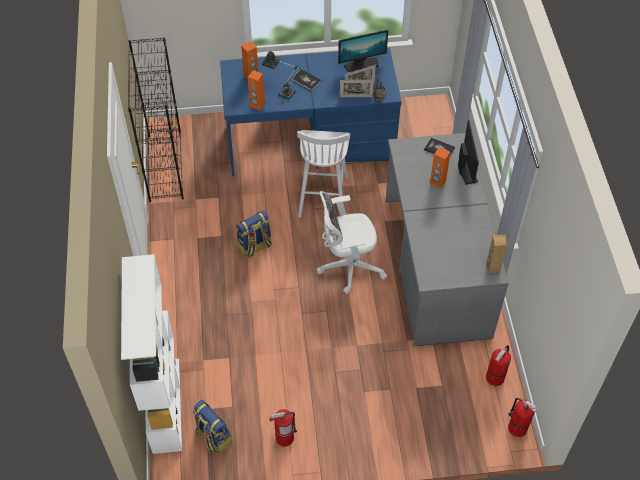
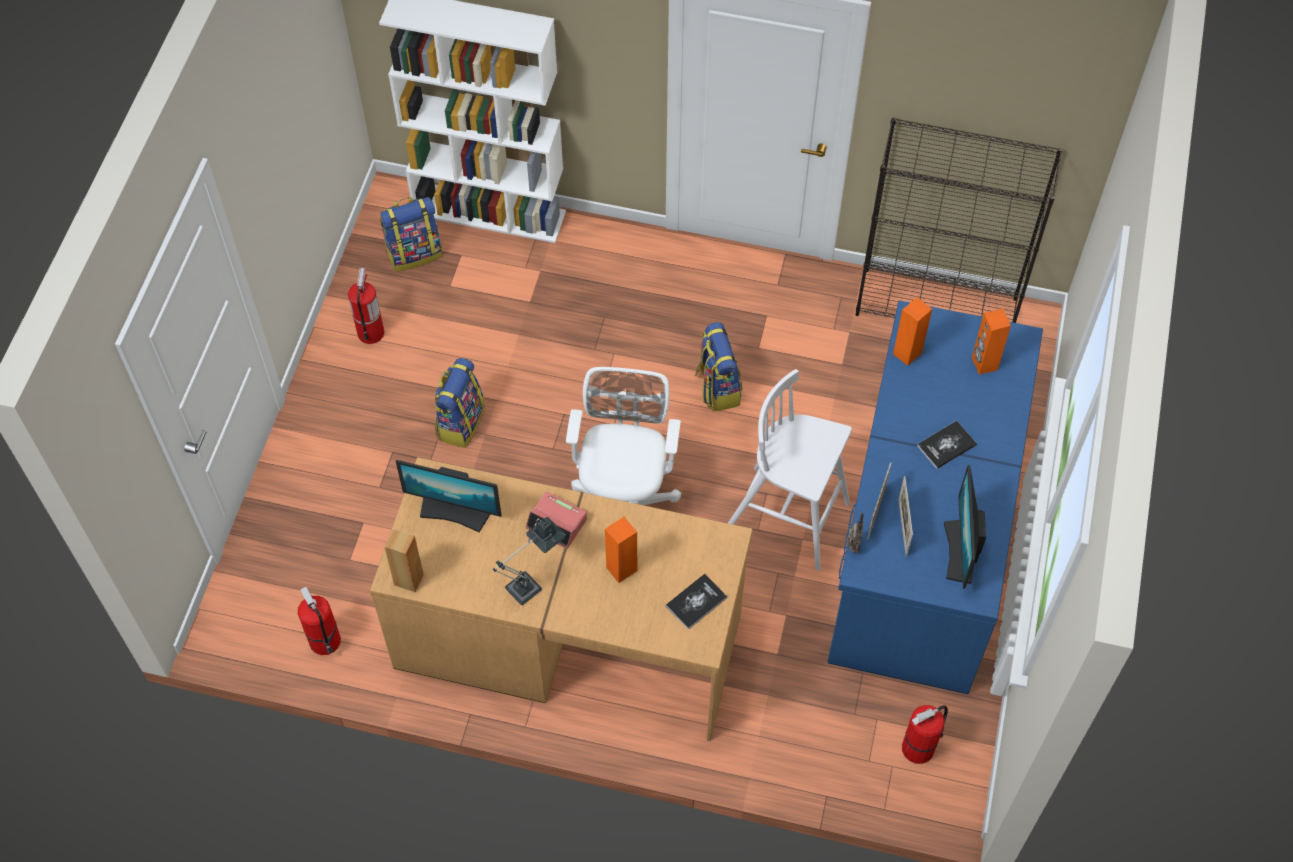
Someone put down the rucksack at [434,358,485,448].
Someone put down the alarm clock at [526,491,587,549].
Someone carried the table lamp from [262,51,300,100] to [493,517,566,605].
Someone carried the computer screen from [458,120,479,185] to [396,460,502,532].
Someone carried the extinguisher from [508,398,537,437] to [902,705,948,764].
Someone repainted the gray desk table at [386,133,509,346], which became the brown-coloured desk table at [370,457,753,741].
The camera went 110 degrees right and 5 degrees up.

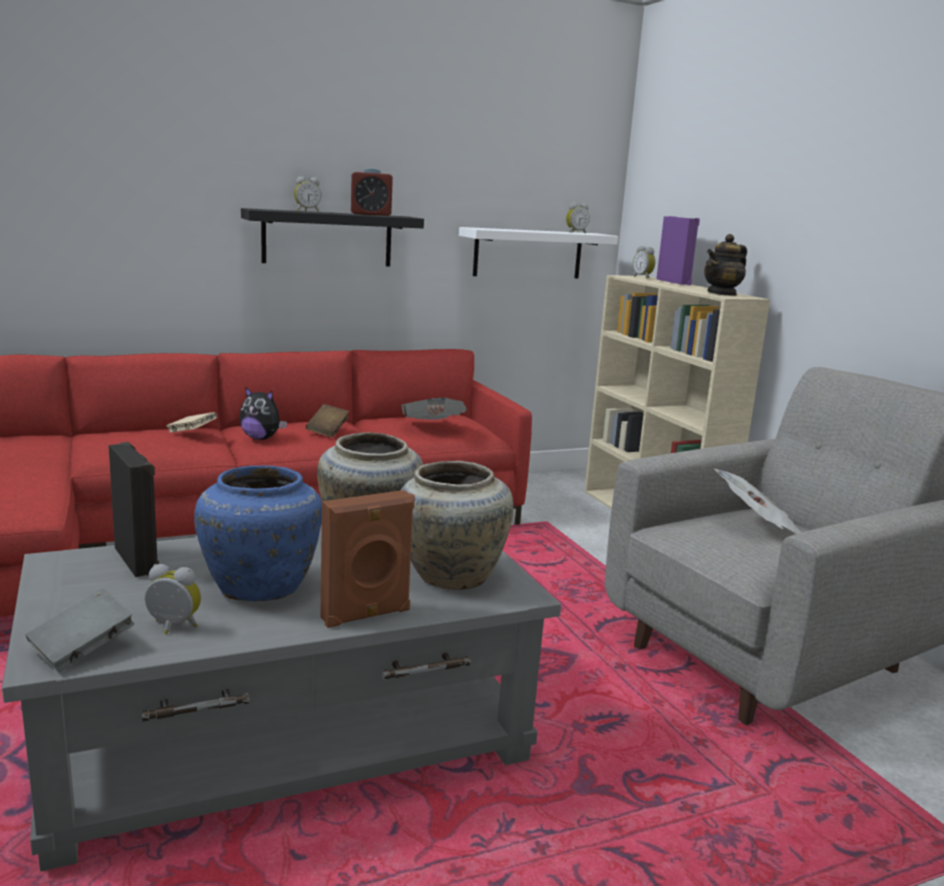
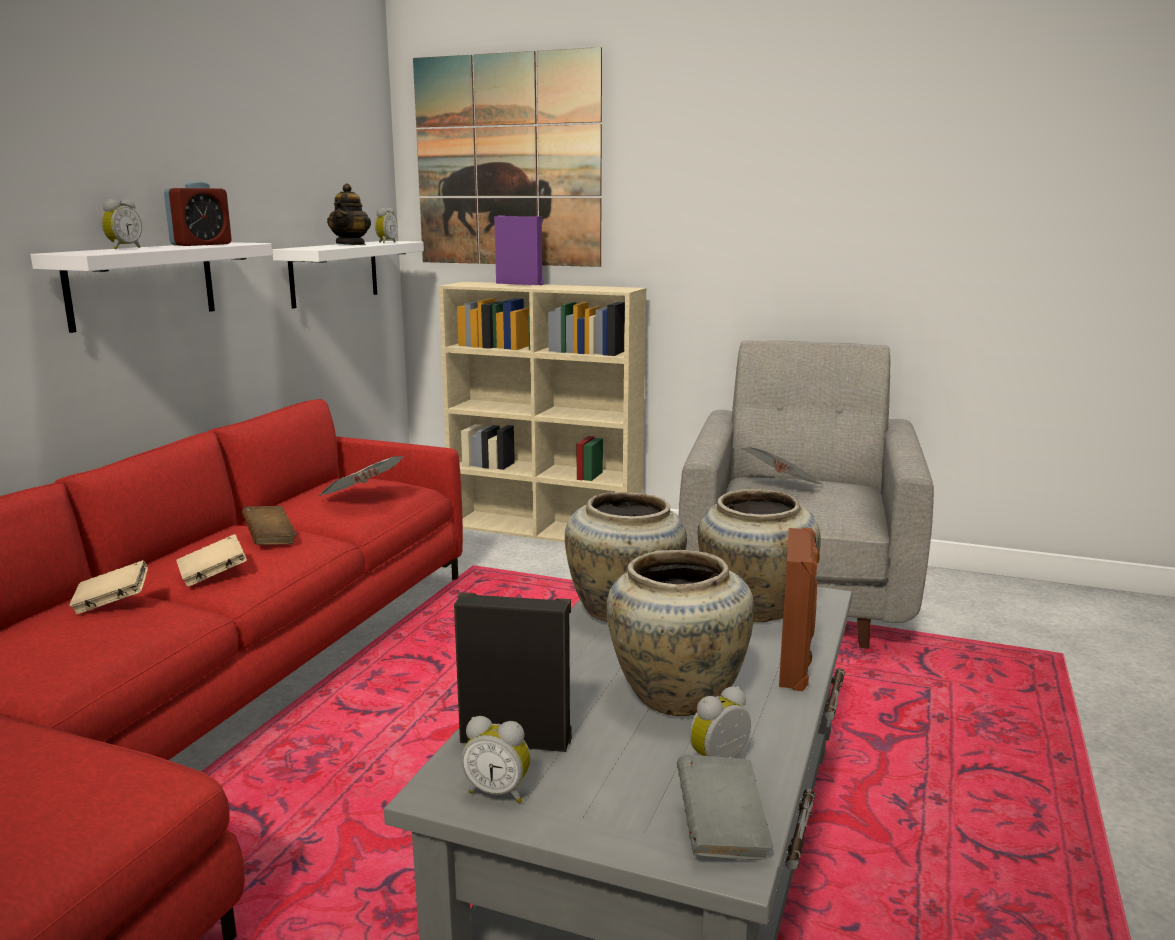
Someone put up the wall picture at [413,47,602,267].
Someone carried the alarm clock from [633,246,656,279] to [461,716,531,803].
Someone carried the teapot from [704,234,747,296] to [327,184,371,245].
Someone swapped the soft toy at [239,387,287,440] for the beige volume at [176,534,247,587].
Someone repainted the bluish flower vase at [194,465,322,601], which became the beige flower vase at [606,550,754,716].
Someone repainted the blackish shelf at [241,208,424,266], which became the white-coloured shelf at [31,242,272,333].
The camera went 45 degrees left and 0 degrees up.

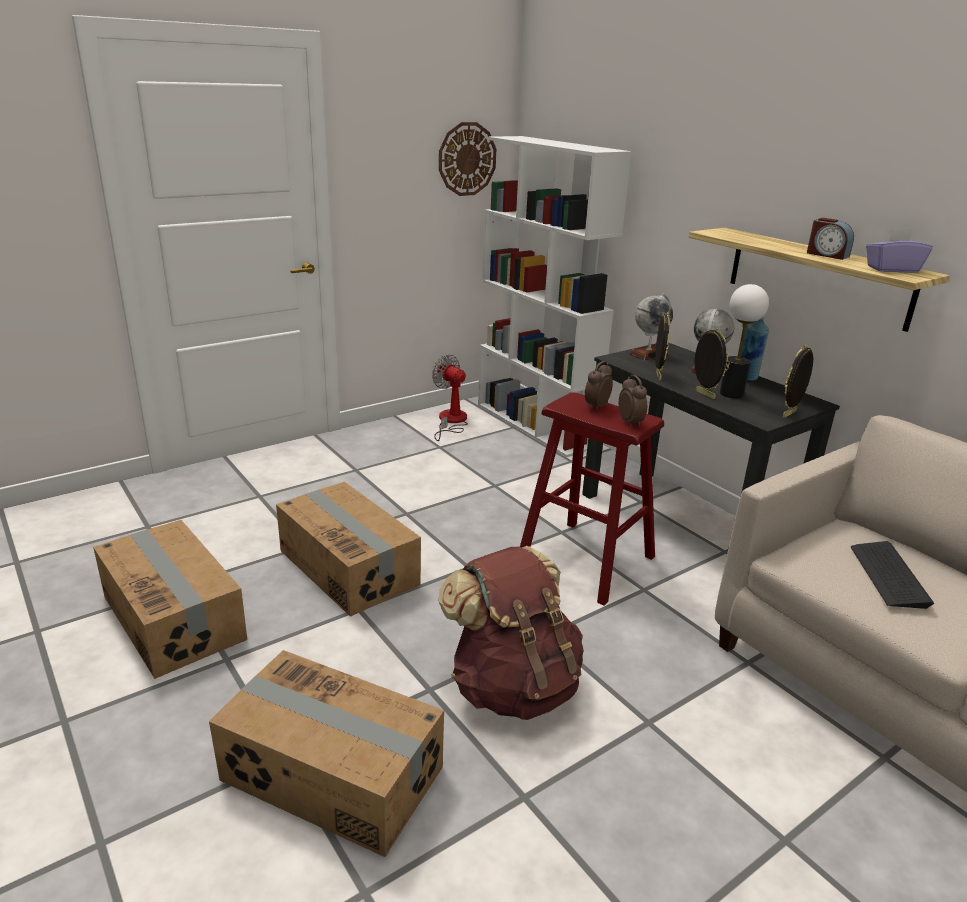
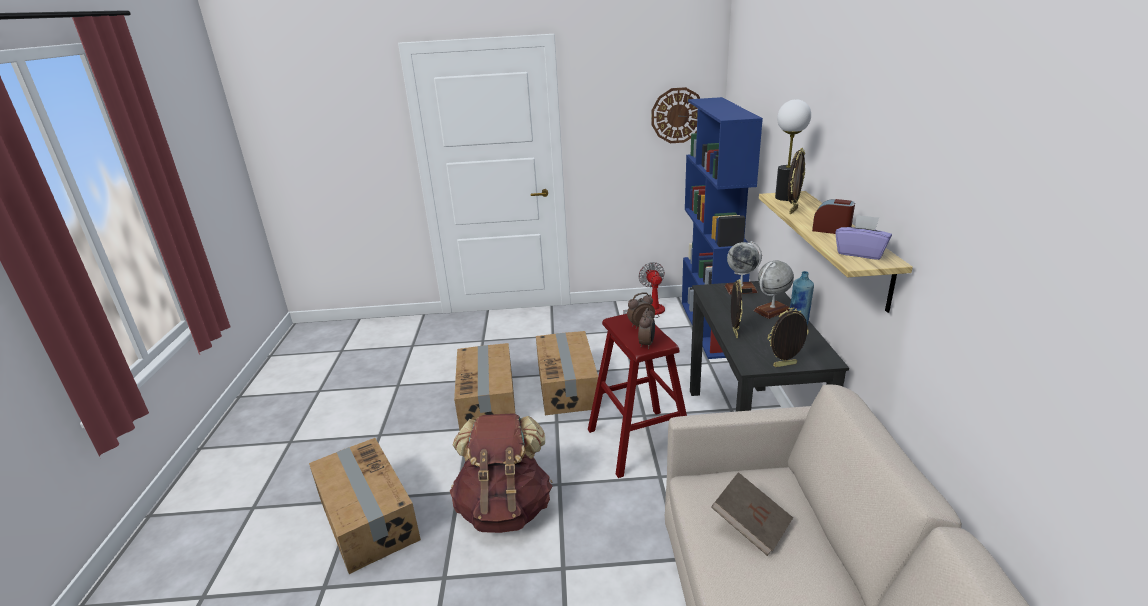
Someone carried the cardboard box from [93,520,247,679] to [536,331,598,415].
Someone carried the standing frame from [655,312,670,380] to [788,148,805,214].
Someone carried the table lamp from [720,284,769,399] to [775,99,811,201].
Someone swapped the computer keyboard at [851,541,935,609] for the brown-coloured volume at [711,472,793,556].
Someone repainted the white-coloured bookshelf at [478,136,632,458], which became the bluish bookshelf at [682,97,763,359].
Someone rotated the alarm clock at [807,218,854,260] by 135 degrees clockwise.
The camera went 35 degrees right and 0 degrees up.

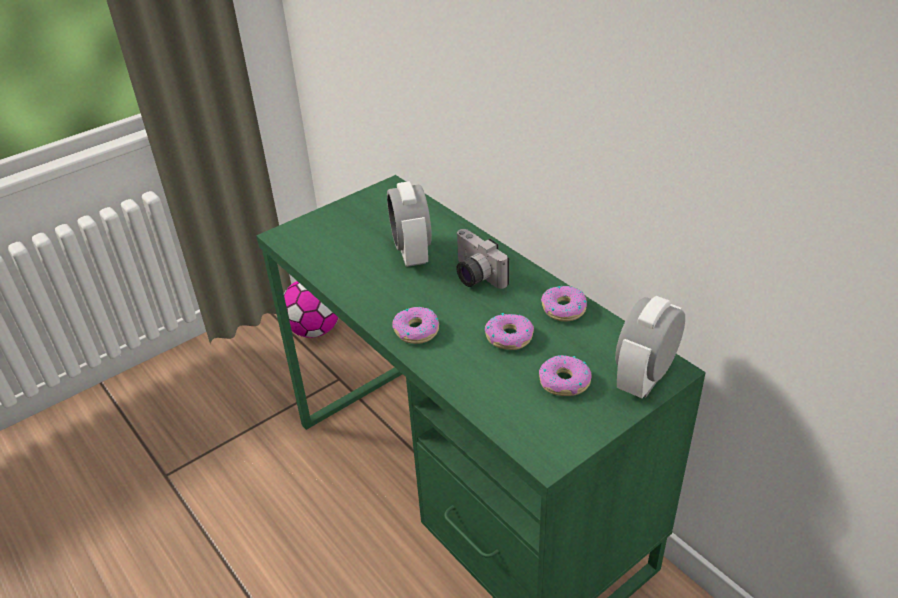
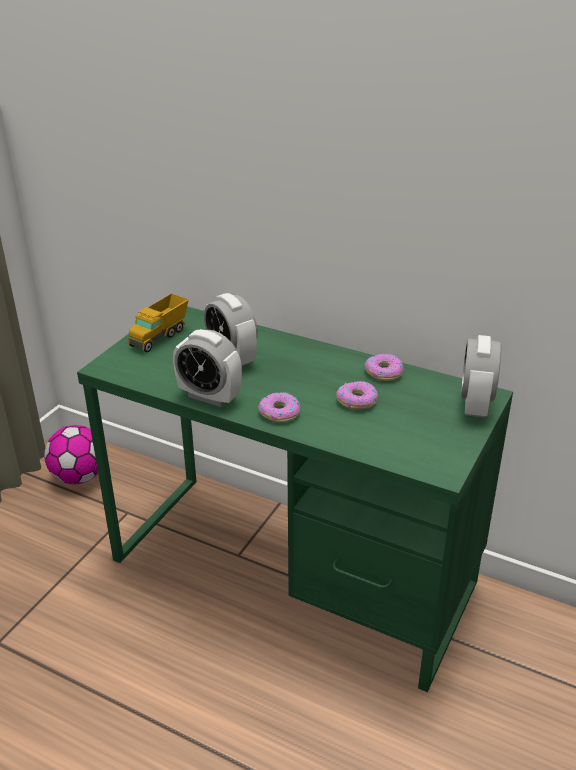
Someone took away the still camera at [456,229,509,289].
Someone took away the doughnut at [539,355,591,396].
Someone put down the model truck at [128,294,189,352].
Someone put down the alarm clock at [173,329,242,407].
The camera went 25 degrees left and 5 degrees down.

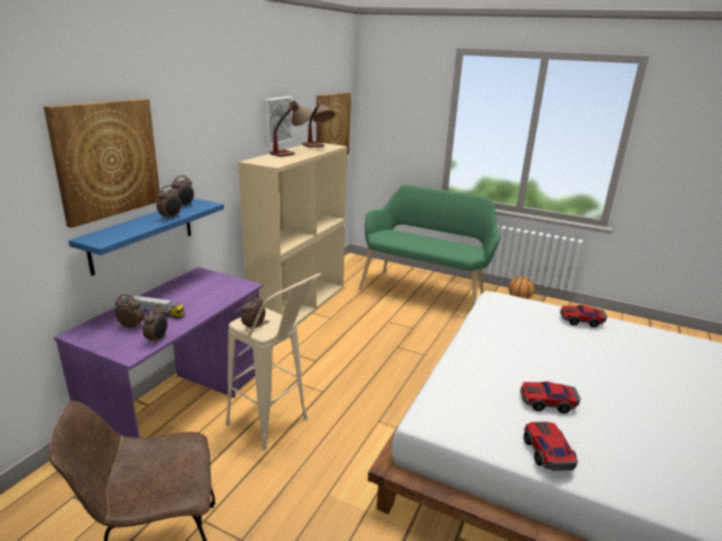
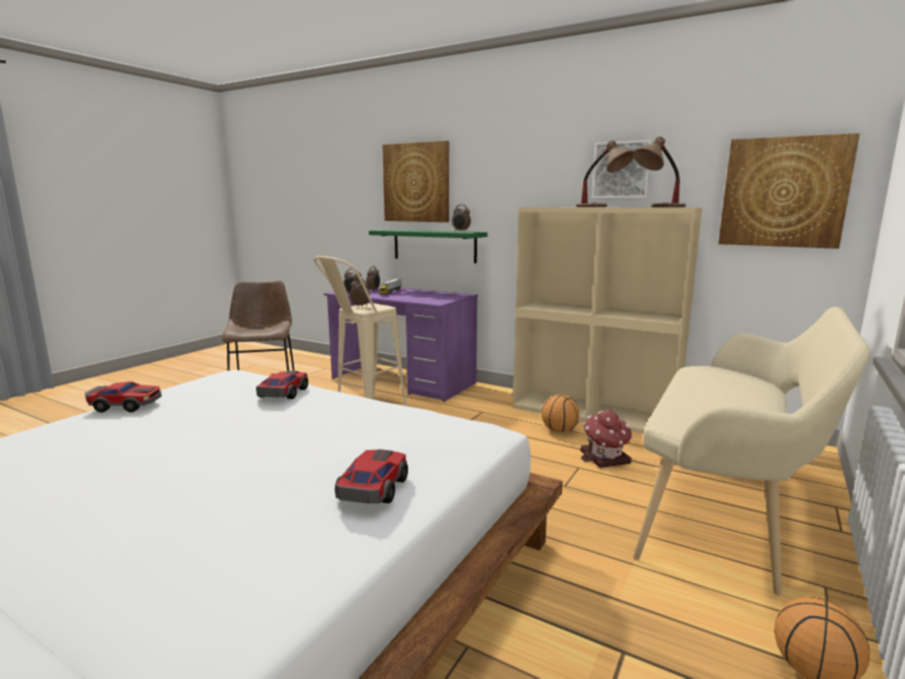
Someone took away the alarm clock at [157,185,182,220].
Someone put down the basketball at [541,394,579,432].
Someone put down the model house at [580,409,633,468].
Someone carried the toy car from [520,381,581,414] to [256,371,308,399].
Someone repainted the bluish shelf at [68,199,224,276], which became the greenish shelf at [369,229,487,263].
Someone repainted the greenish indoor bench at [359,185,501,306], which became the beige indoor bench at [633,307,870,595].
The camera went 95 degrees right and 10 degrees down.

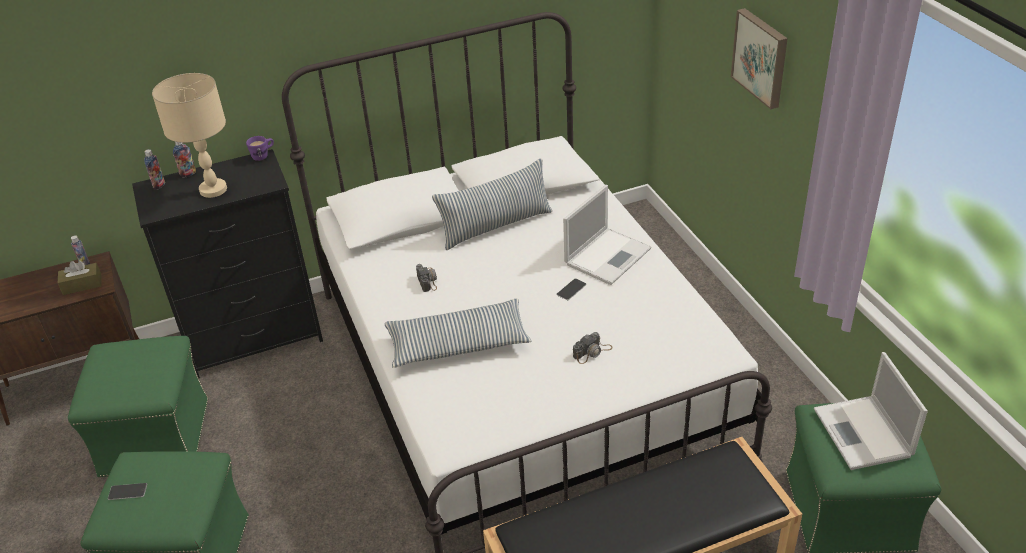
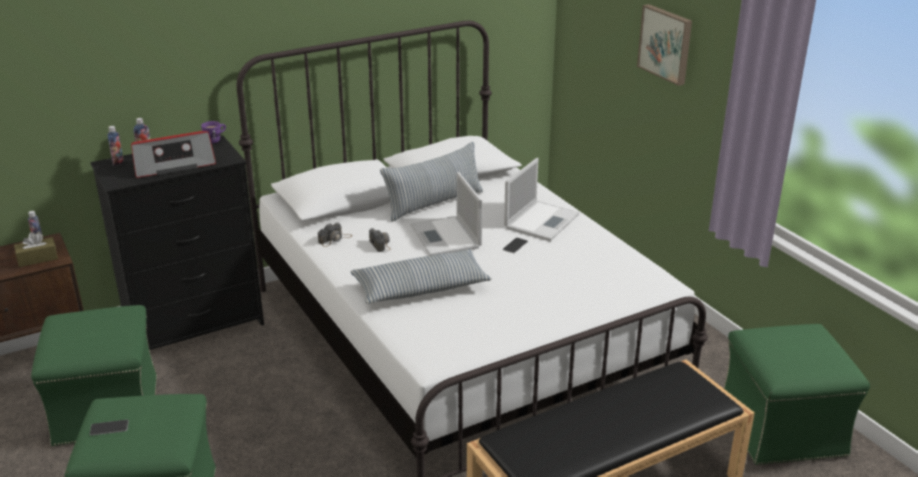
Someone carried the still camera from [573,332,613,364] to [318,222,352,247].
Someone carried the laptop from [814,352,928,470] to [410,172,482,256].
Someone swapped the beige table lamp at [152,73,227,198] for the radio receiver at [131,131,216,178].
The camera went 10 degrees left and 10 degrees down.

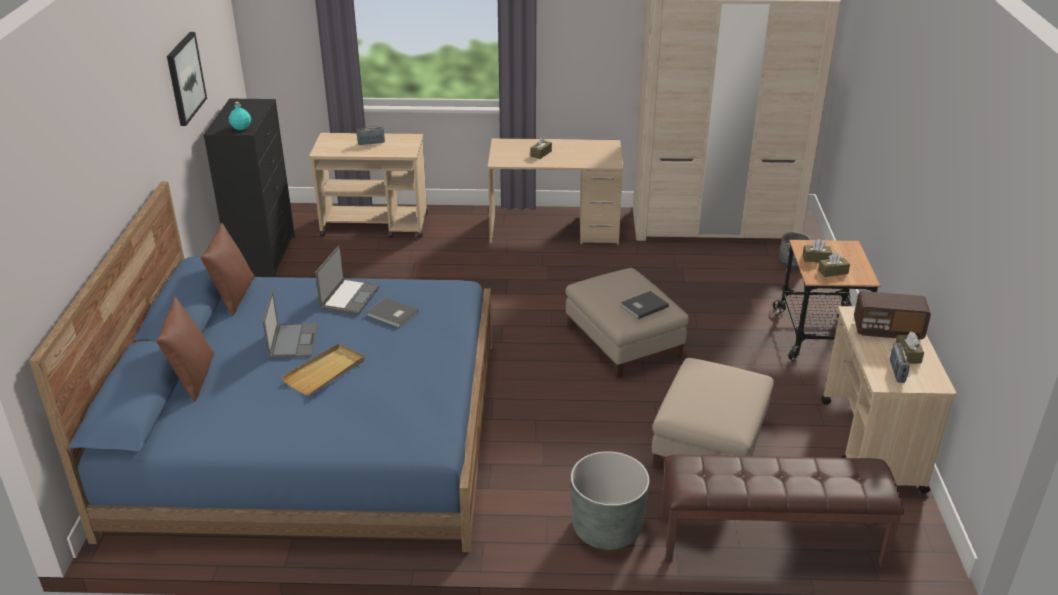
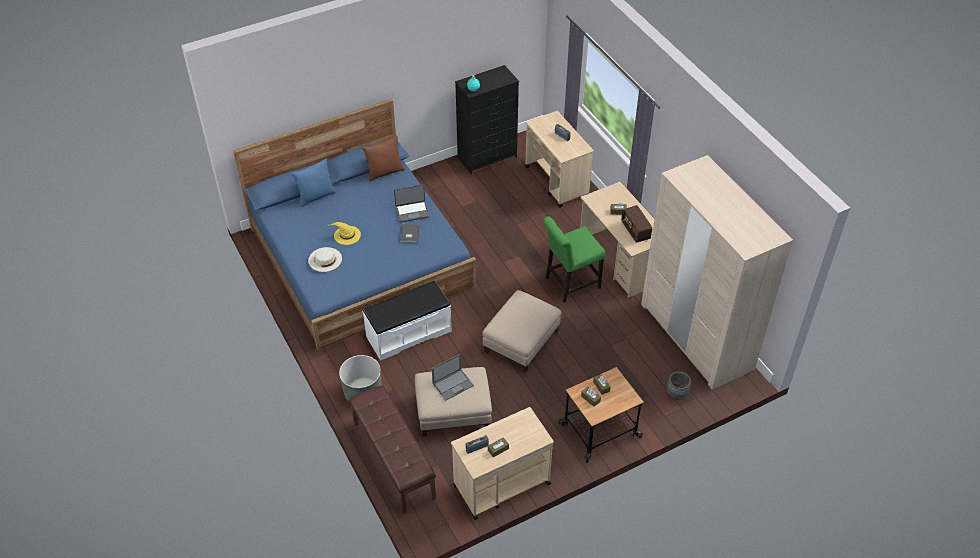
Someone took away the wall picture at [167,32,207,126].
Someone took away the gray volume at [621,291,669,319].
Someone put down the white-coloured wearable hat at [308,247,342,272].
Someone put down the white-coloured indoor bench at [362,281,452,361].
Someone put down the greenish plain chair at [543,216,606,302].
Someone carried the laptop from [263,290,318,358] to [432,354,474,401].
Someone carried the radio receiver from [854,291,931,339] to [621,205,652,243].
Someone swapped the beige serving tray at [282,344,365,395] for the yellowish wearable hat at [328,222,361,245].
Someone repainted the brown-coloured throw pillow at [156,297,214,402], which became the bluish throw pillow at [291,159,337,207].
The camera went 60 degrees right and 15 degrees up.

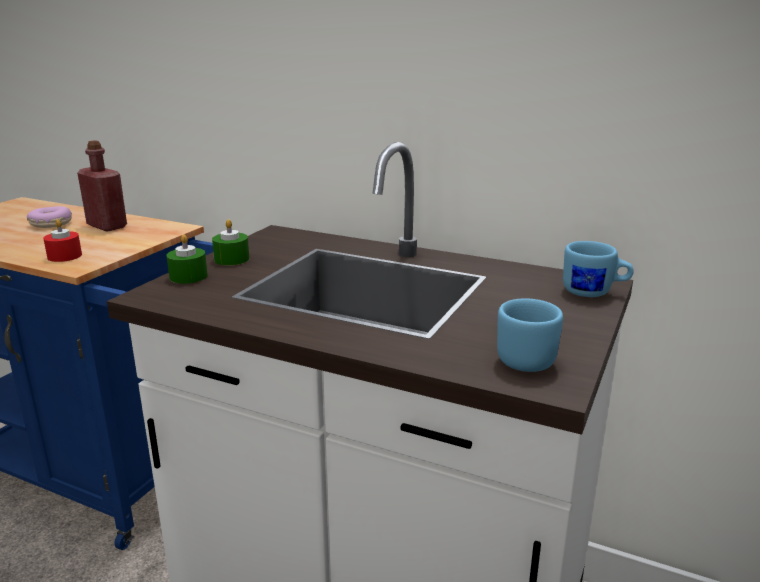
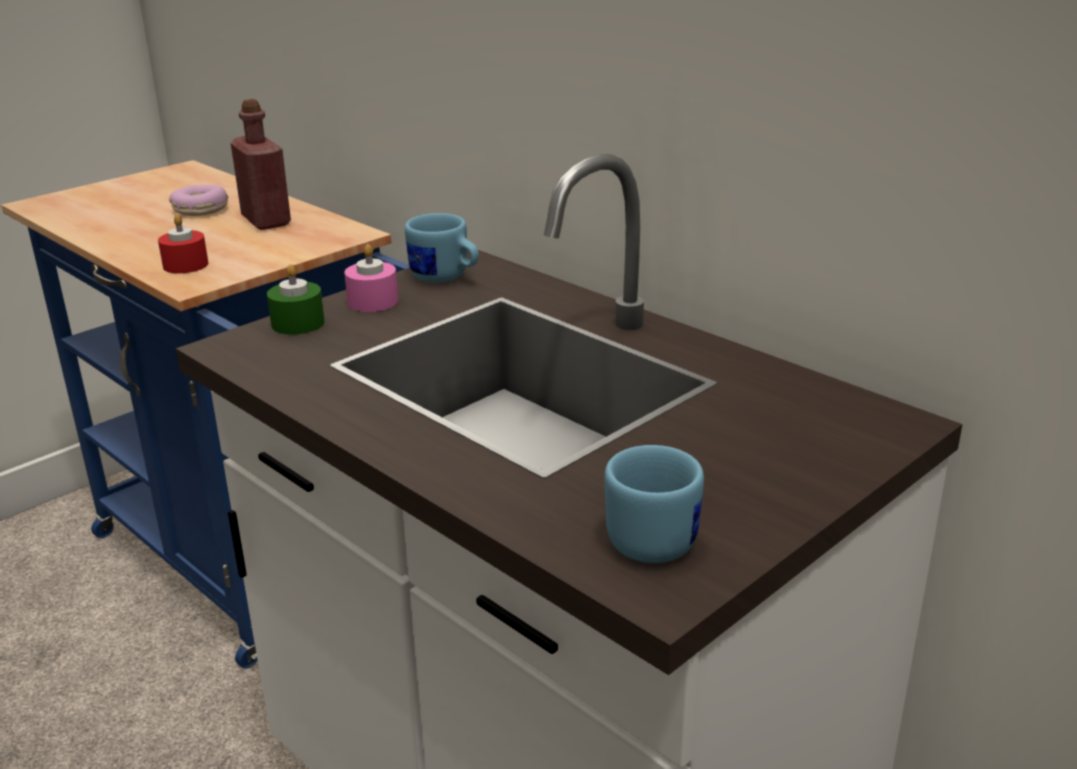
Someone carried the bluish mug from [563,241,634,297] to [405,213,479,282].
Someone repainted the greenish candle at [212,219,249,266], which became the pinkish candle at [344,244,398,312].
The camera went 20 degrees right and 5 degrees up.

